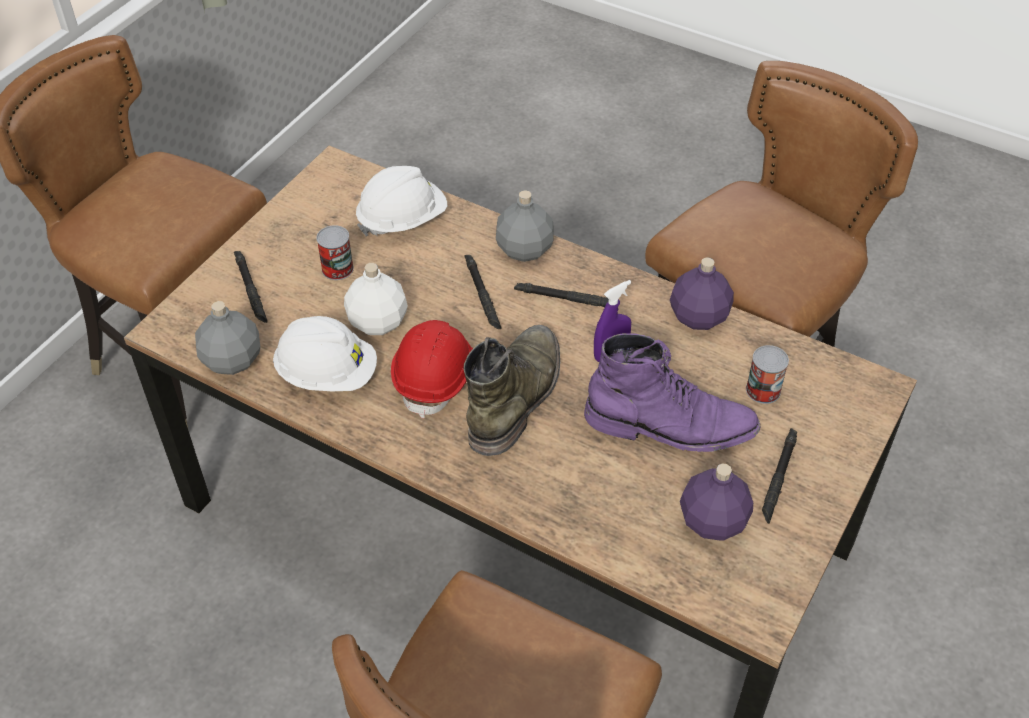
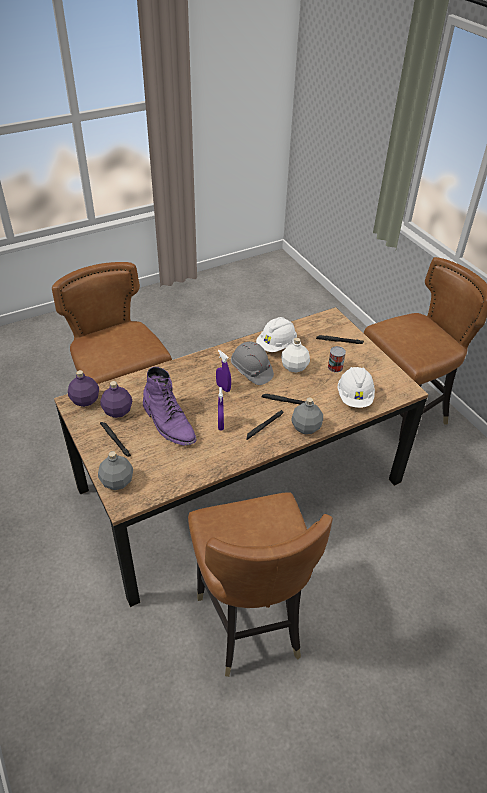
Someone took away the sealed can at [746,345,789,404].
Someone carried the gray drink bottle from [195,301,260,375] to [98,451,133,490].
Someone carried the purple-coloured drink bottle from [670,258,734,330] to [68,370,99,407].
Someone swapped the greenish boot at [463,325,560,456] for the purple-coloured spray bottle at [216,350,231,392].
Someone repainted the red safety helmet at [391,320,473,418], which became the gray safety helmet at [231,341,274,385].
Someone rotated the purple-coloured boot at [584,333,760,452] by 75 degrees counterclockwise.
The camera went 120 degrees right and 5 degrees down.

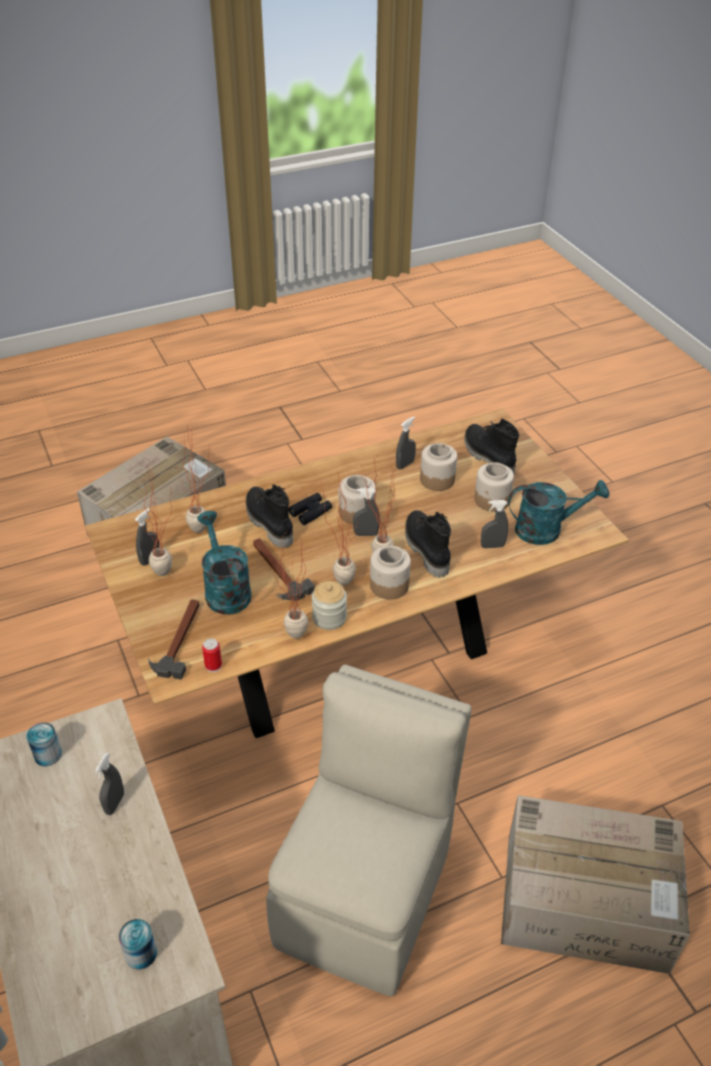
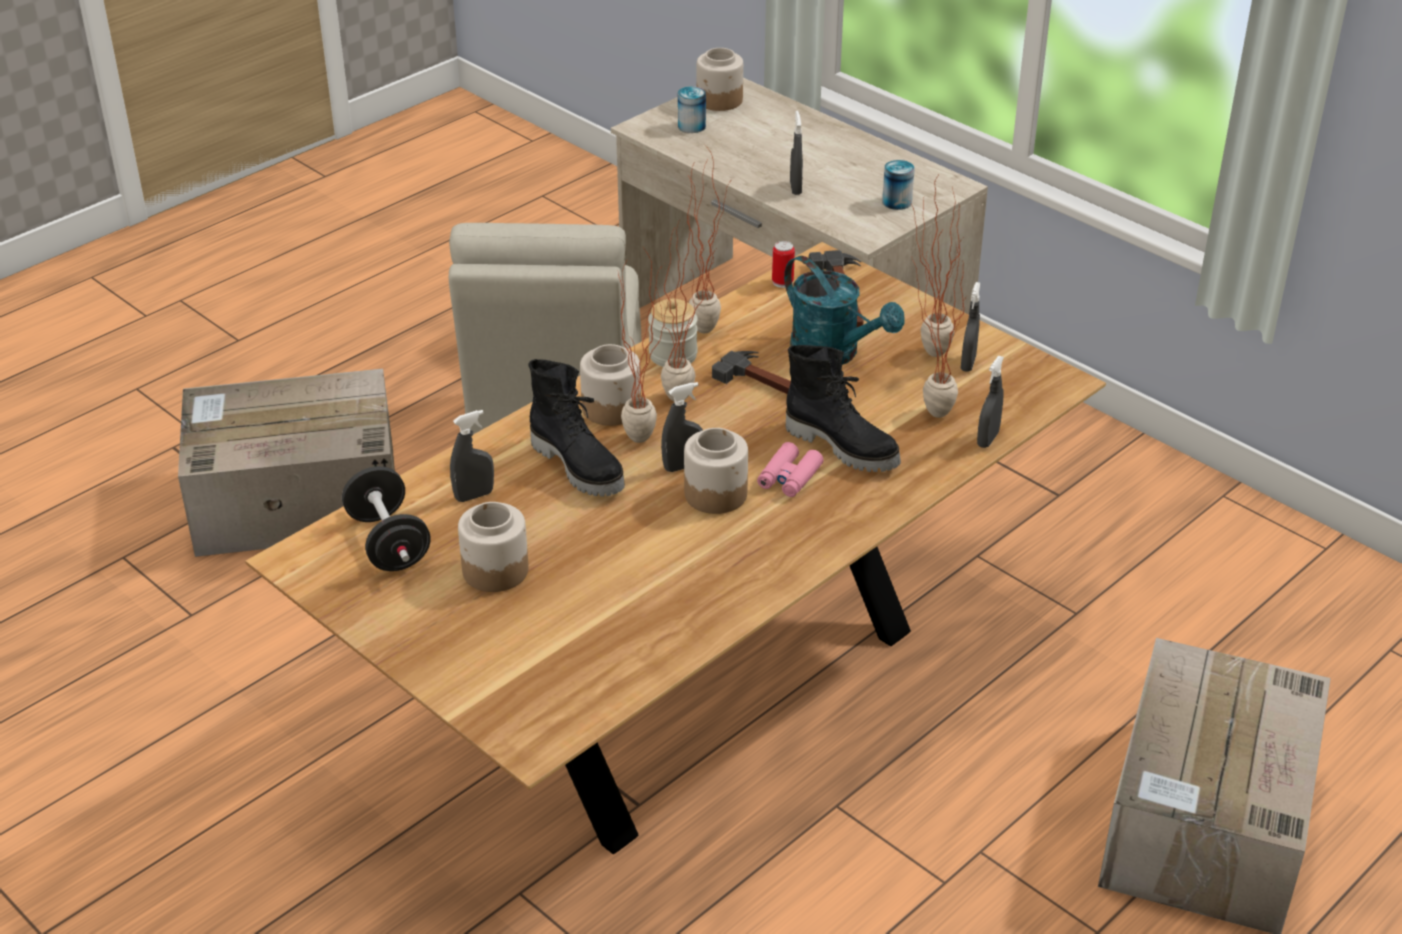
Someone took away the blackish boot at [464,418,519,474].
Someone carried the gray spray bottle from [396,417,416,469] to [977,356,1004,448].
Someone carried the jar from [420,443,457,491] to [697,48,743,111].
Someone swapped the turquoise watering pot at [508,480,609,545] for the blackish hand weight at [342,466,431,571].
Someone repainted the blackish field glasses at [289,493,332,525], which became the pinkish field glasses at [757,442,824,497].
The camera went 160 degrees right and 5 degrees down.

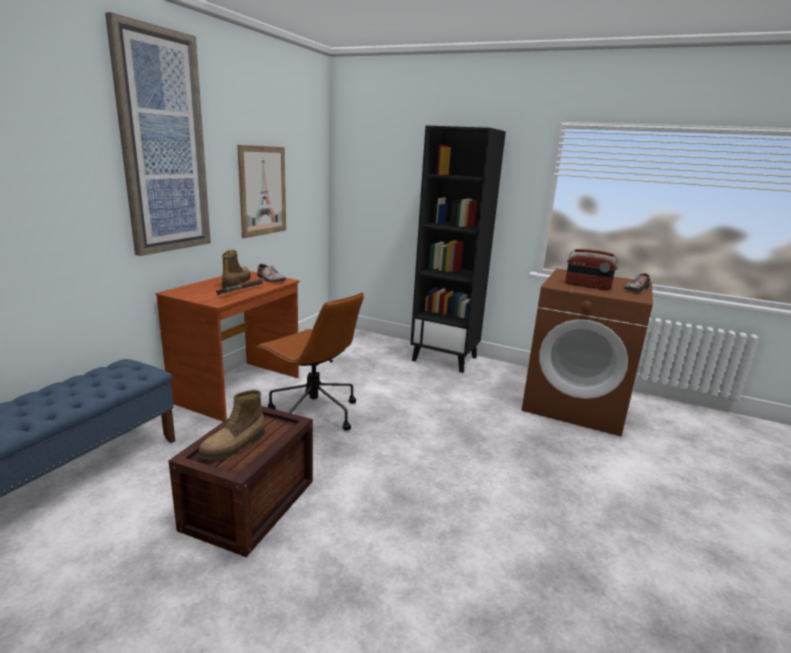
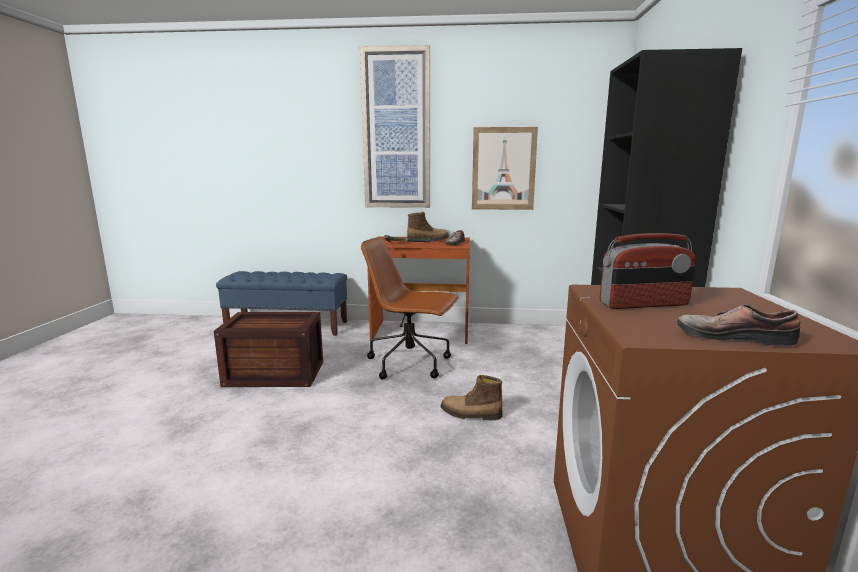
Someone carried the boot from [198,390,265,459] to [440,375,503,420].
Someone rotated the brown-coloured office chair at [256,292,364,431] by 90 degrees clockwise.
Someone rotated the radio receiver at [565,249,618,290] by 105 degrees counterclockwise.
The camera went 70 degrees right and 5 degrees down.

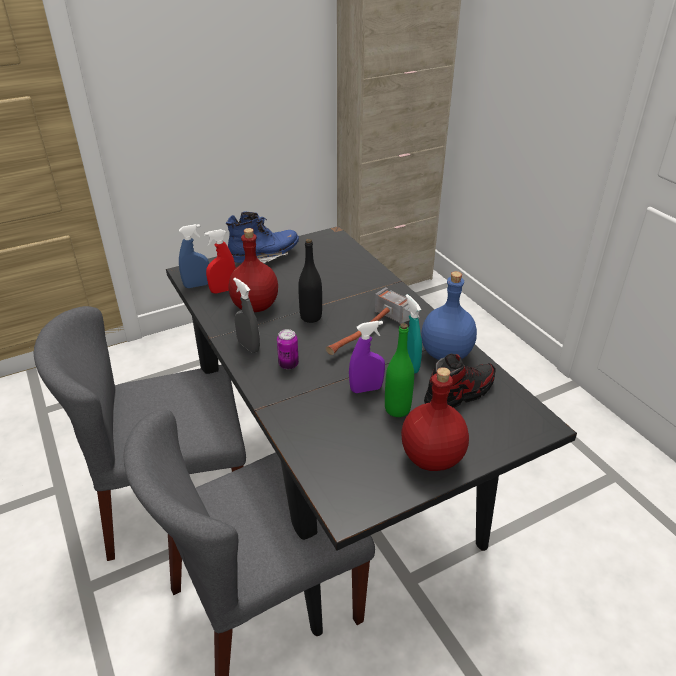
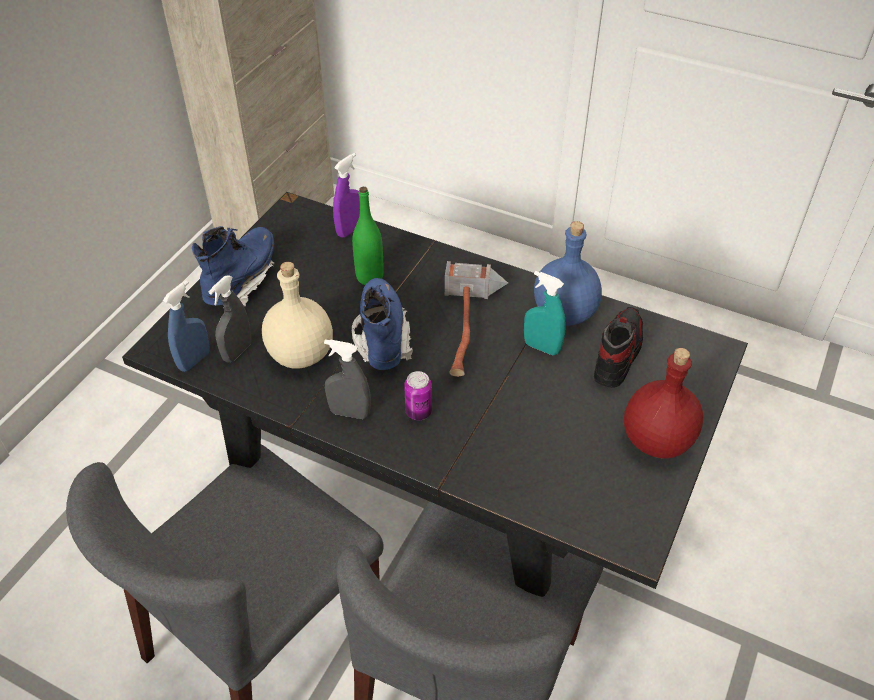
Someone carried the purple-coloured spray bottle from [349,321,385,393] to [333,153,360,238].
Someone carried the greenish drink bottle from [385,323,414,417] to [352,187,384,285].
Someone swapped the blackish drink bottle at [298,239,322,323] for the bluish boot at [352,278,413,370].
Someone repainted the red spray bottle at [204,229,236,293], which became the gray spray bottle at [208,275,251,362].
Someone repainted the red drink bottle at [229,228,278,312], which became the beige drink bottle at [262,262,333,369].
The camera went 35 degrees left and 10 degrees up.

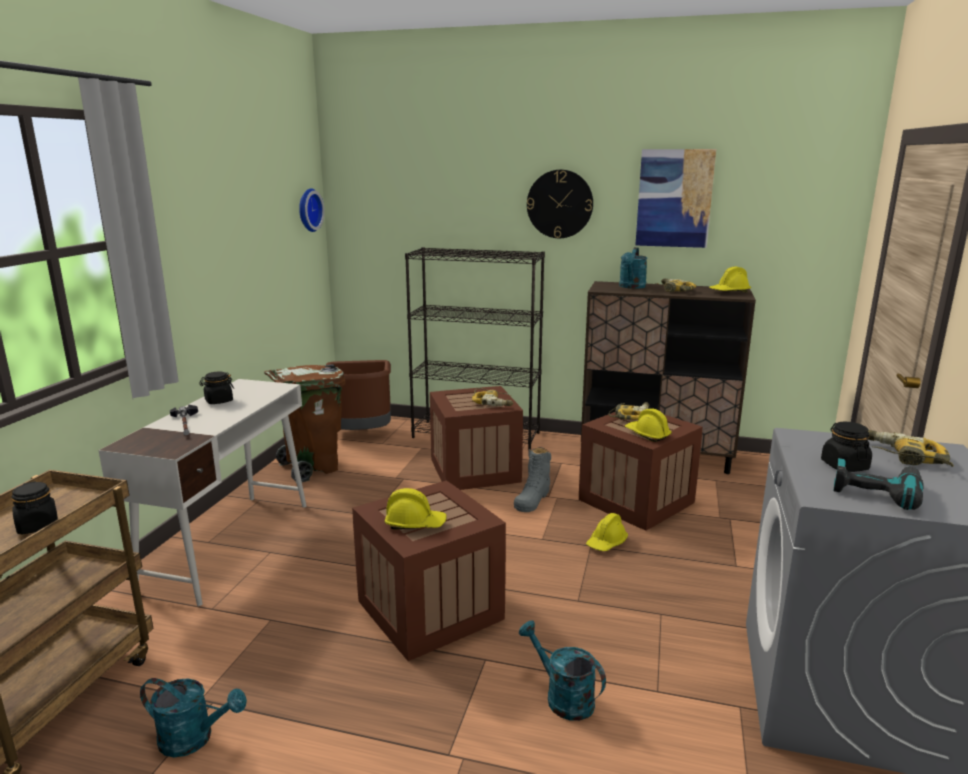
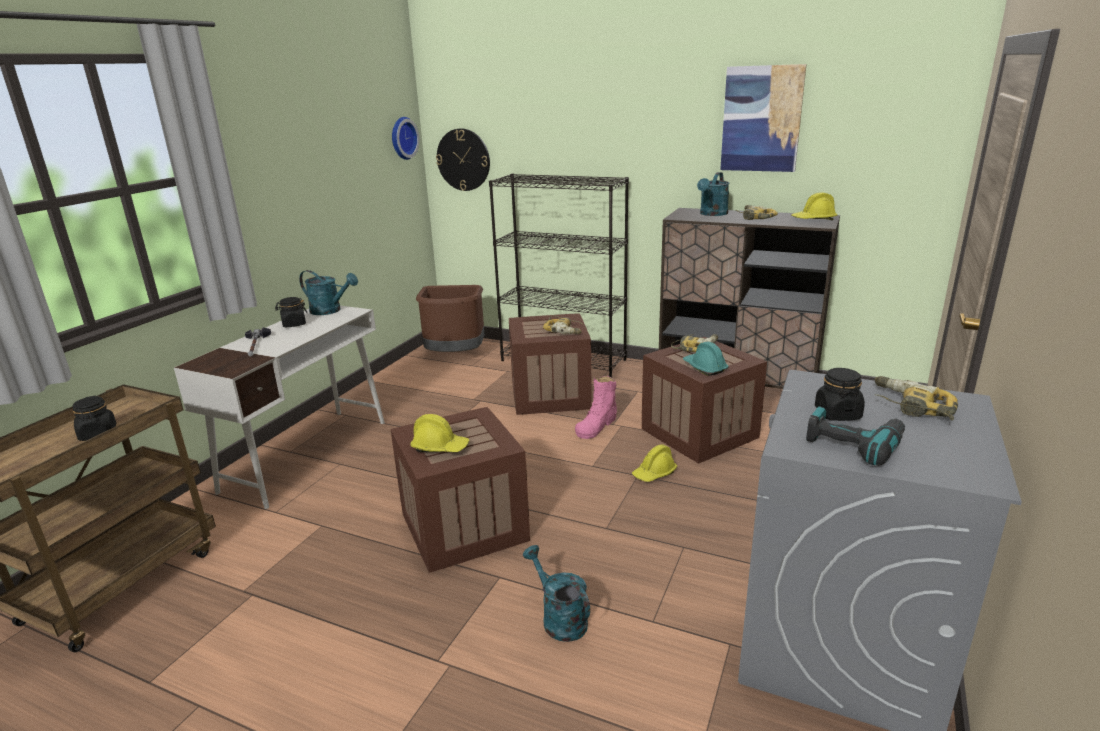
Someone took away the brown-coloured trash can at [264,364,346,482].
Someone carried the turquoise watering pot from [140,678,247,757] to [299,270,358,315].
Someone carried the clock on the wall from [527,170,593,238] to [436,129,490,191].
Someone repainted the gray boot at [514,447,551,512], which became the pinkish boot at [575,376,617,439].
Someone repainted the yellowish safety helmet at [625,408,672,442], which became the turquoise safety helmet at [683,342,729,376].
The camera went 10 degrees right and 5 degrees up.

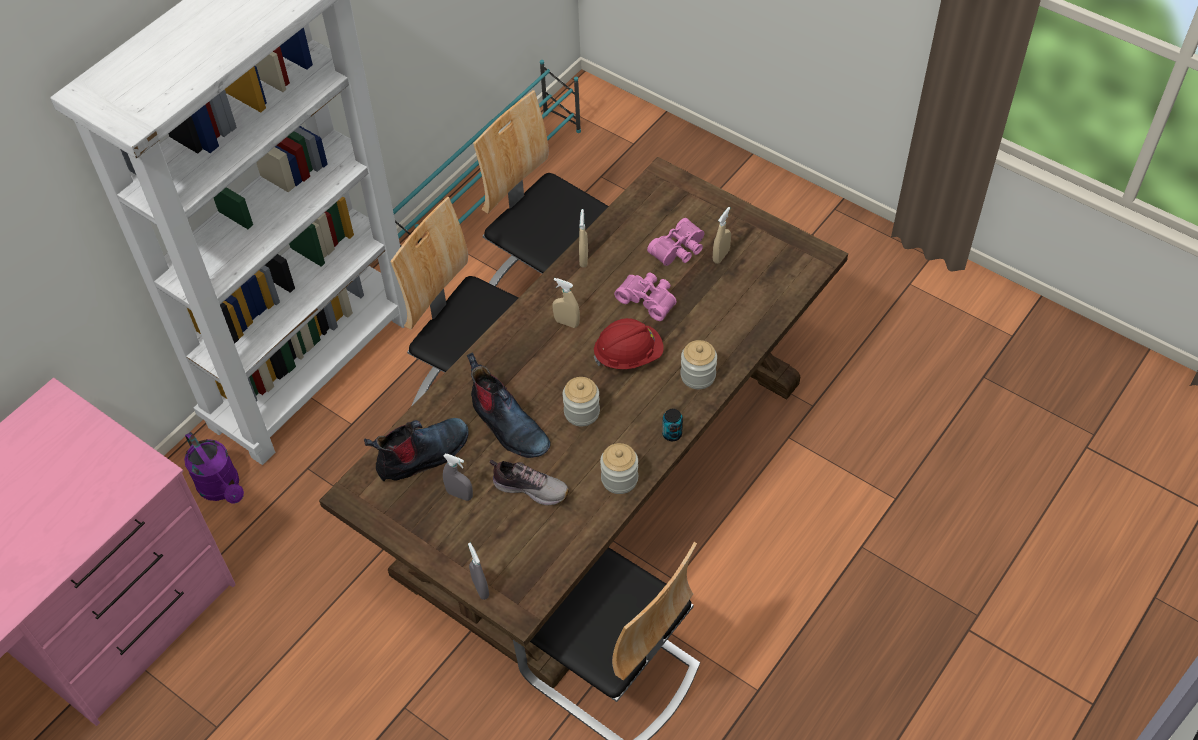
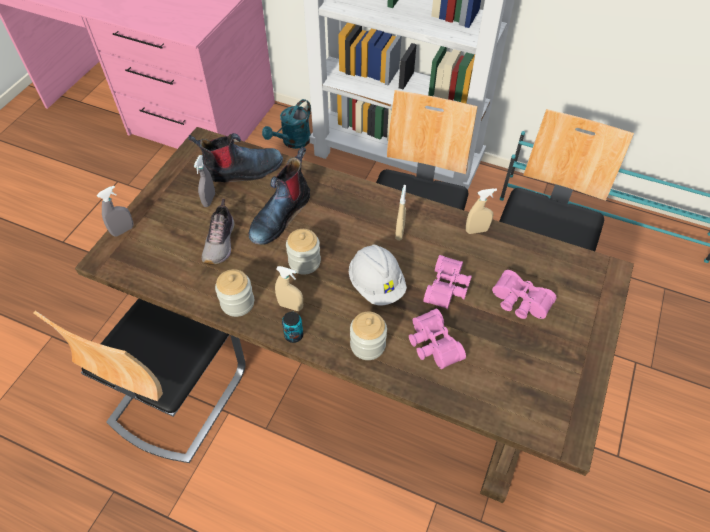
Someone put down the pinkish field glasses at [409,309,466,369].
Someone carried the beige spray bottle from [713,207,731,264] to [275,266,303,311].
Someone repainted the purple-coloured watering pot at [184,432,244,503], which became the turquoise watering pot at [262,99,311,149].
Someone repainted the red safety helmet at [593,318,664,369], which became the white-coloured safety helmet at [349,244,407,305].
Someone rotated the boot at [364,418,469,481] by 60 degrees counterclockwise.
The camera went 75 degrees right and 0 degrees up.

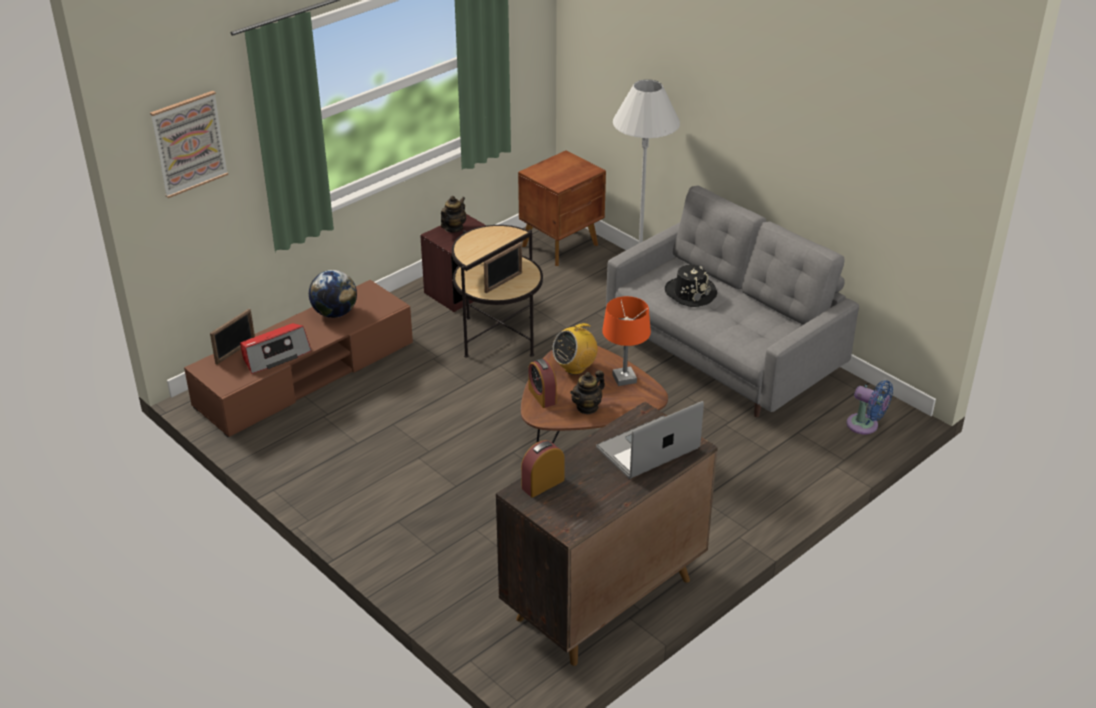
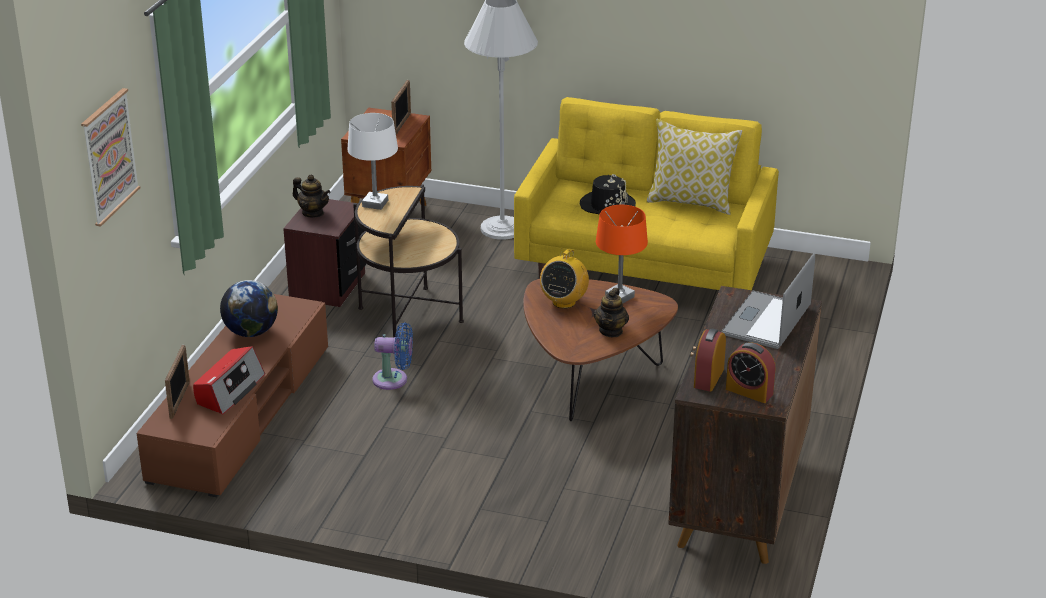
Someone put down the white-coloured table lamp at [347,113,398,210].
Someone put down the throw pillow at [647,119,742,215].
Someone carried the standing frame from [484,242,522,293] to [391,80,411,135].
Someone carried the alarm clock from [528,359,557,408] to [726,342,775,403].
Someone carried the bluish cooling fan from [846,380,893,434] to [372,323,413,390].
Someone repainted the gray sofa at [606,185,859,417], which became the yellowish sofa at [514,97,779,290].
Someone rotated the teapot at [441,196,466,233] by 120 degrees clockwise.
The camera went 30 degrees left and 5 degrees down.

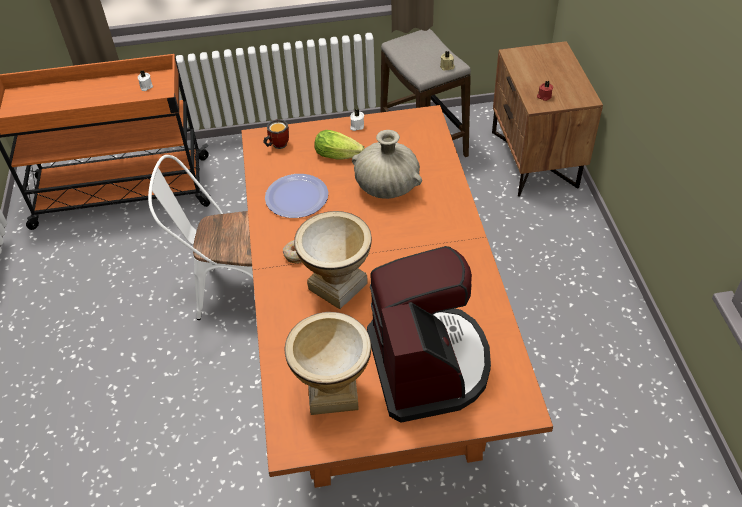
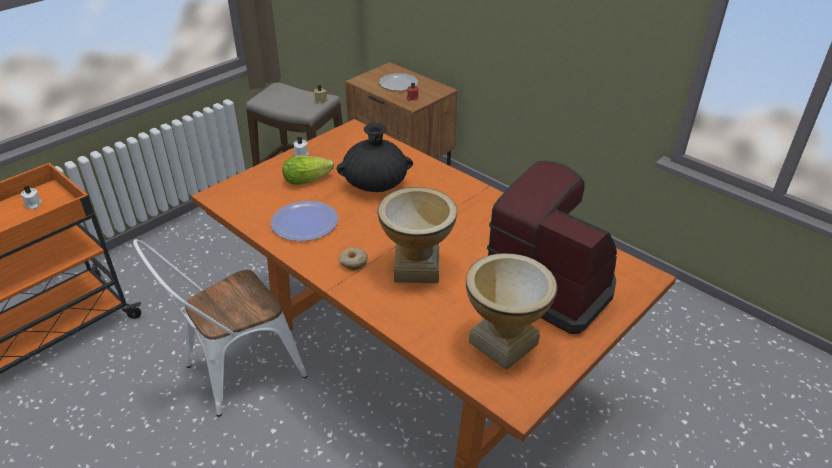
Someone took away the mug at [263,119,289,149].
Someone put down the plate at [379,73,418,91].
Someone repainted the beige flower vase at [352,130,422,199], which became the blackish flower vase at [337,123,413,192].
The camera went 40 degrees left and 10 degrees down.

